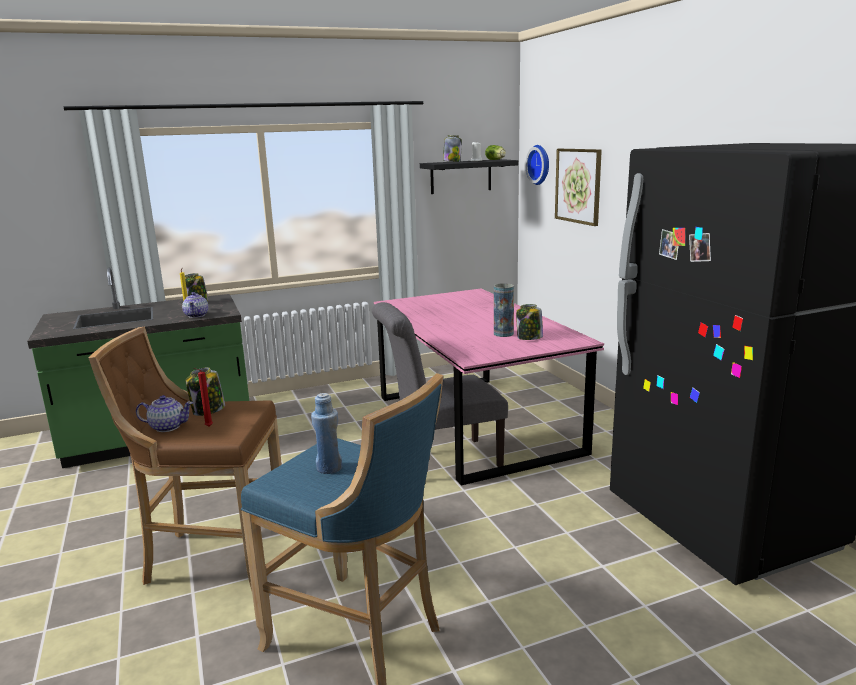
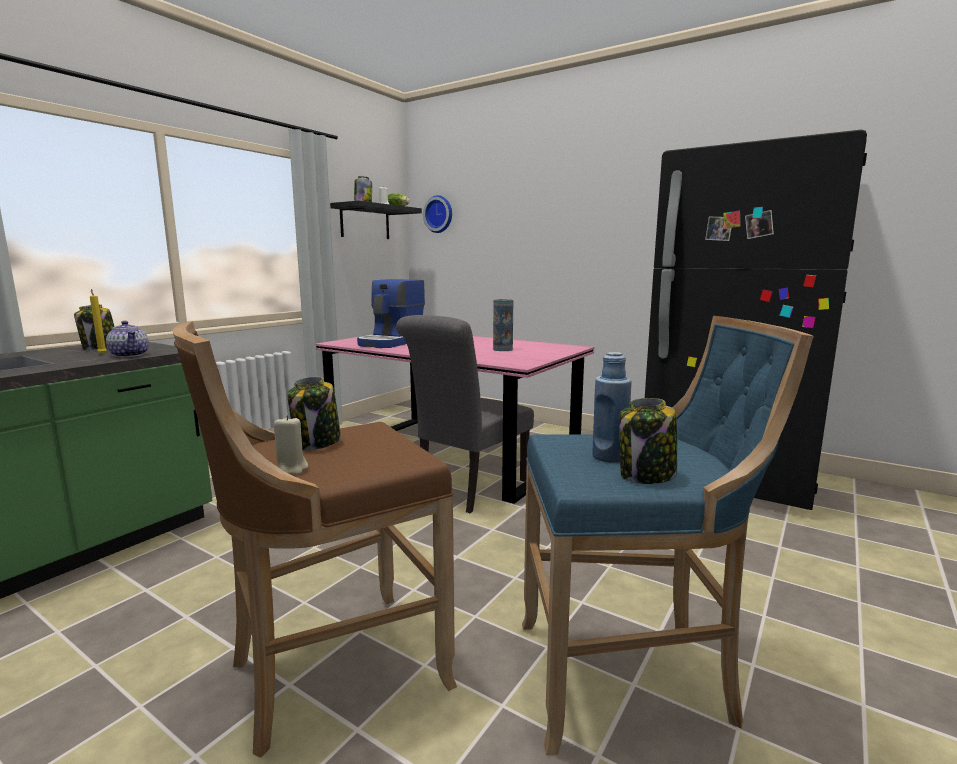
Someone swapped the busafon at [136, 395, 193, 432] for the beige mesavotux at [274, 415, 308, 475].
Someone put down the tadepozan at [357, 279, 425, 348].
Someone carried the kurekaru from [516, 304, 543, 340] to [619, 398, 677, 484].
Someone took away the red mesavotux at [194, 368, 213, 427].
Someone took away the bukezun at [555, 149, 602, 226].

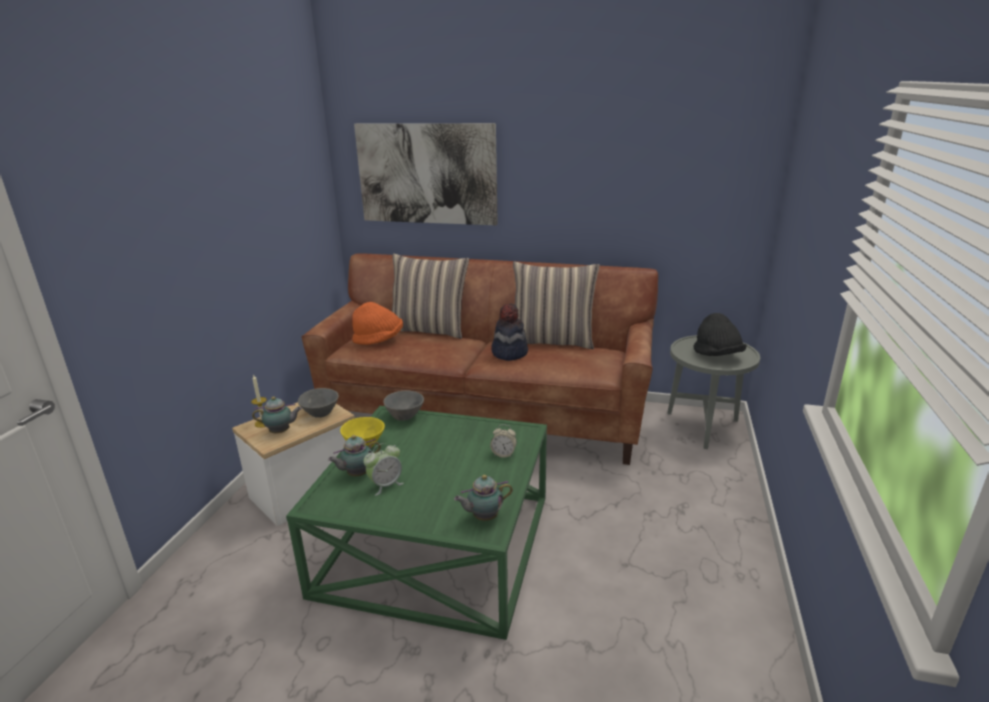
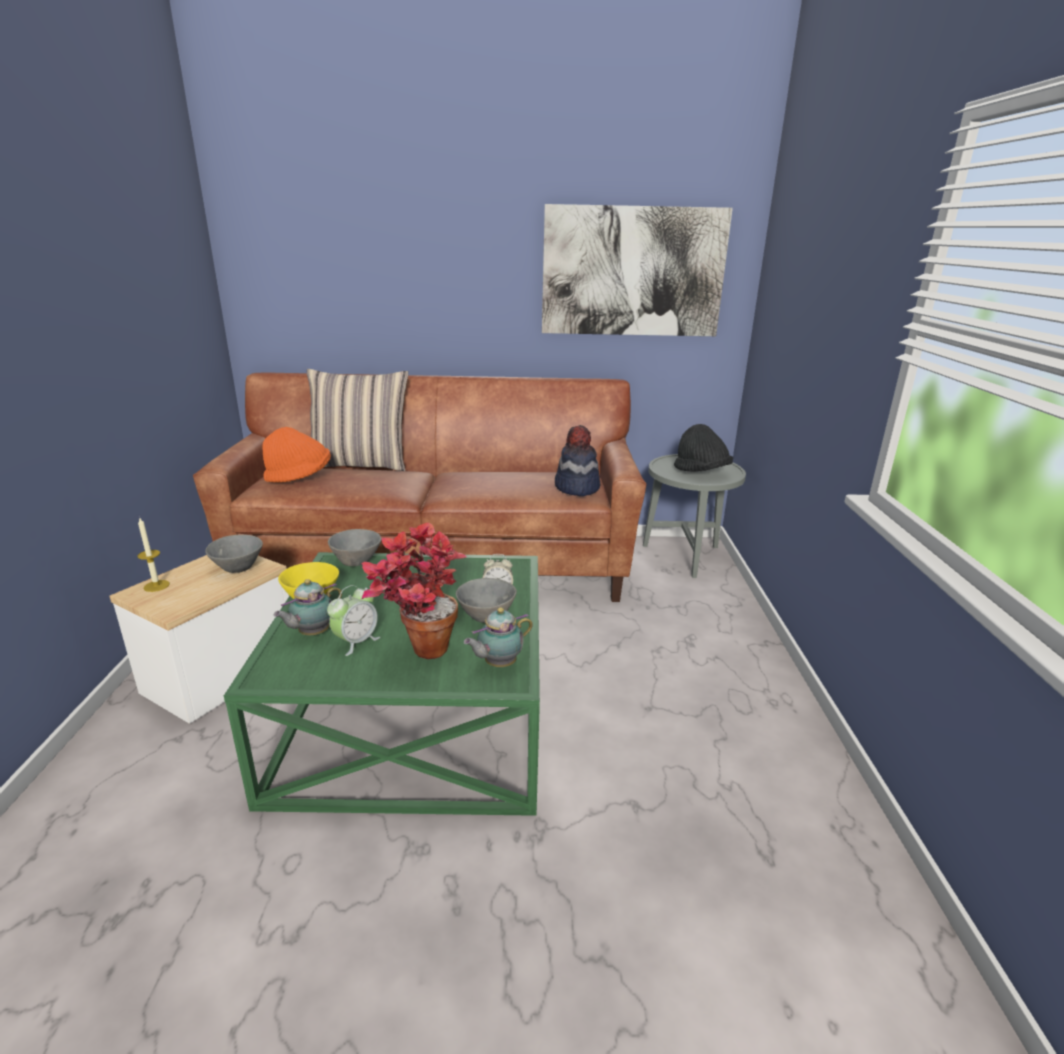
Someone put down the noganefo at [361, 523, 467, 659].
Someone put down the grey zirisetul at [456, 578, 517, 623].
Someone carried the bukezun from [354, 123, 498, 225] to [542, 204, 733, 336].
Someone carried the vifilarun from [491, 303, 528, 361] to [555, 425, 601, 496].
Someone took away the busafon at [252, 396, 302, 433].
Someone took away the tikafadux at [513, 262, 600, 349].

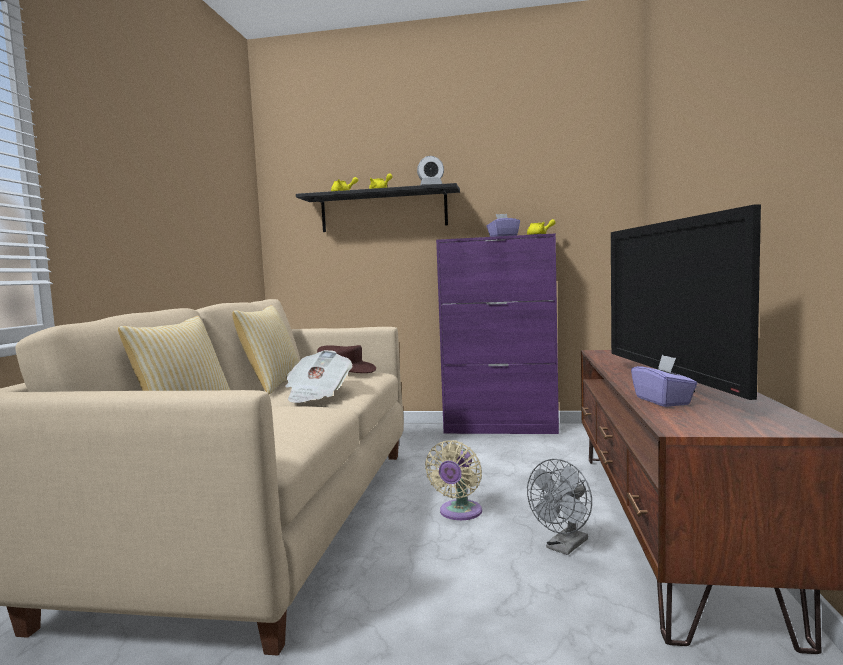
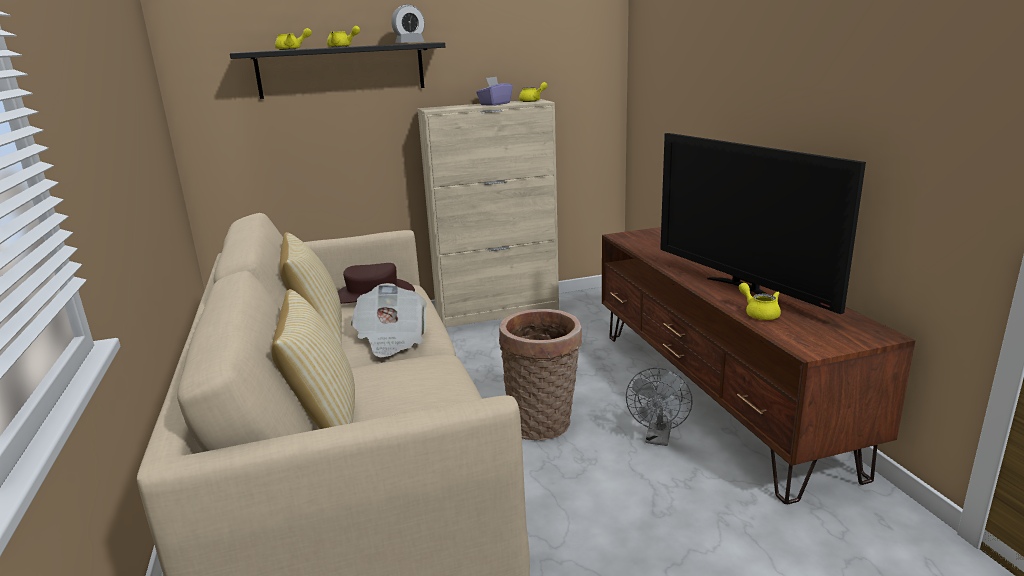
Someone repainted the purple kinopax at [436, 233, 559, 434], which became the beige kinopax at [417, 99, 559, 328].
Someone swapped the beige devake at [425, 440, 482, 520] for the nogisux at [499, 309, 582, 441].
Someone swapped the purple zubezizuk at [631, 355, 697, 407] for the yellow busafon at [739, 283, 781, 320].

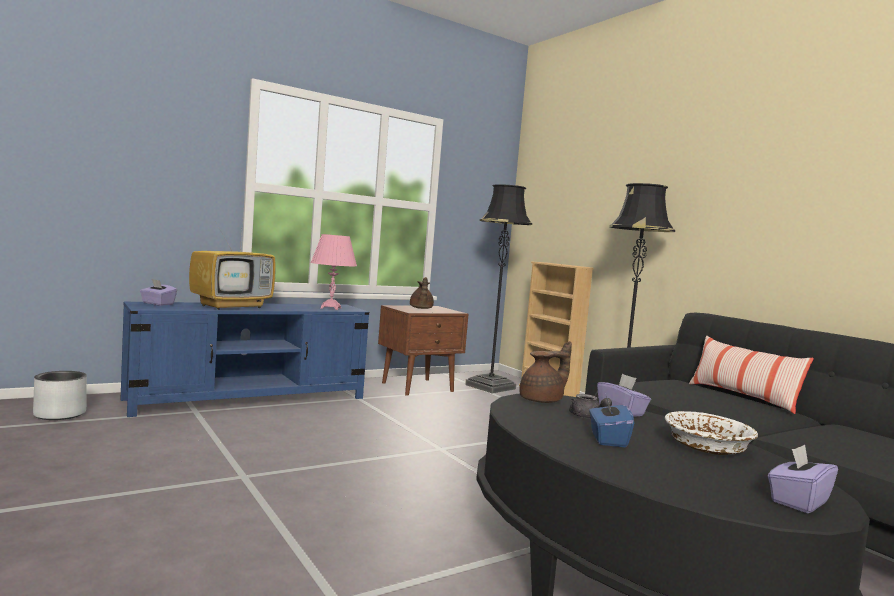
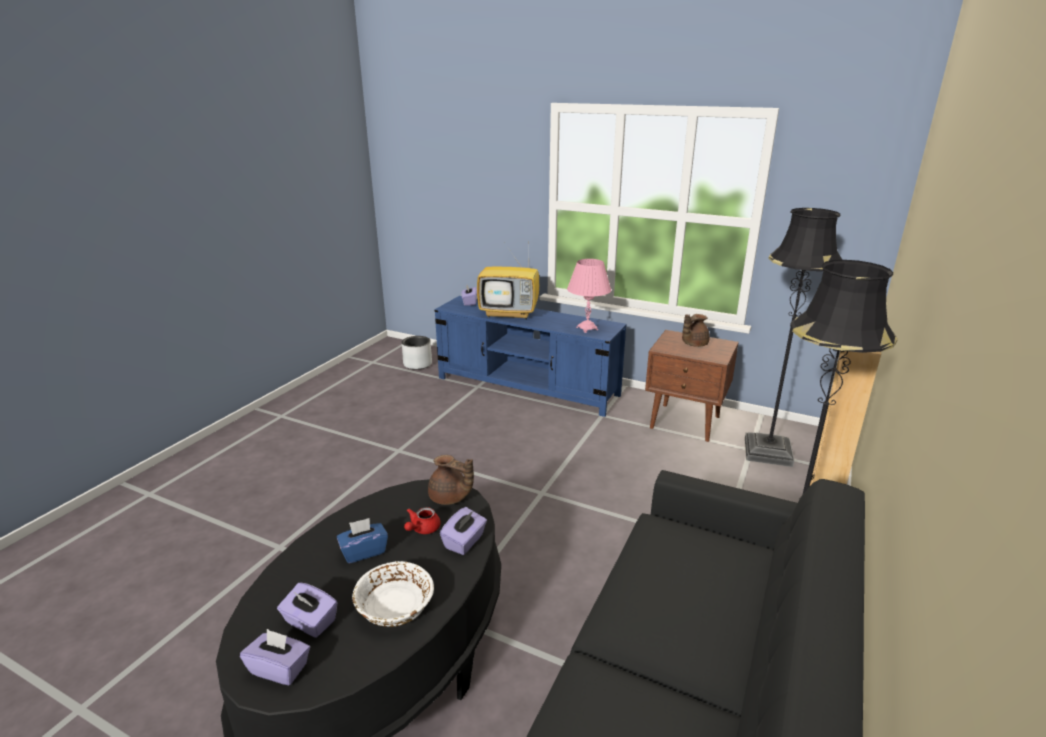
Someone put down the purple zubezizuk at [277, 583, 338, 638].
Someone repainted the grey busafon at [569, 394, 612, 418], which became the red busafon at [404, 507, 441, 534].
Someone took away the tikafadux at [689, 336, 814, 414].

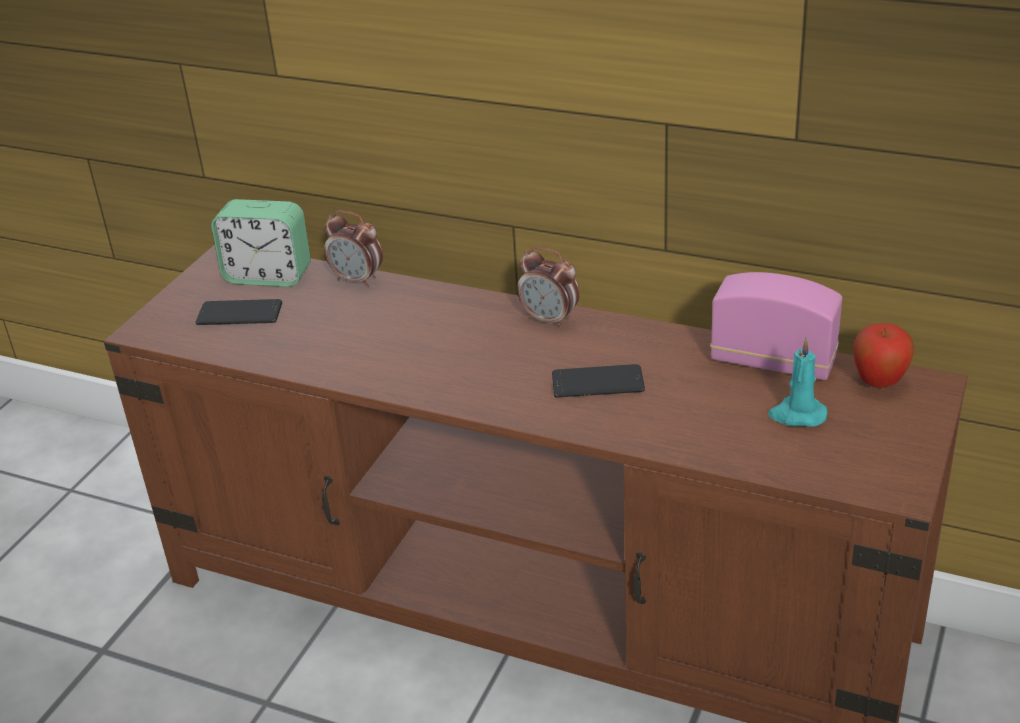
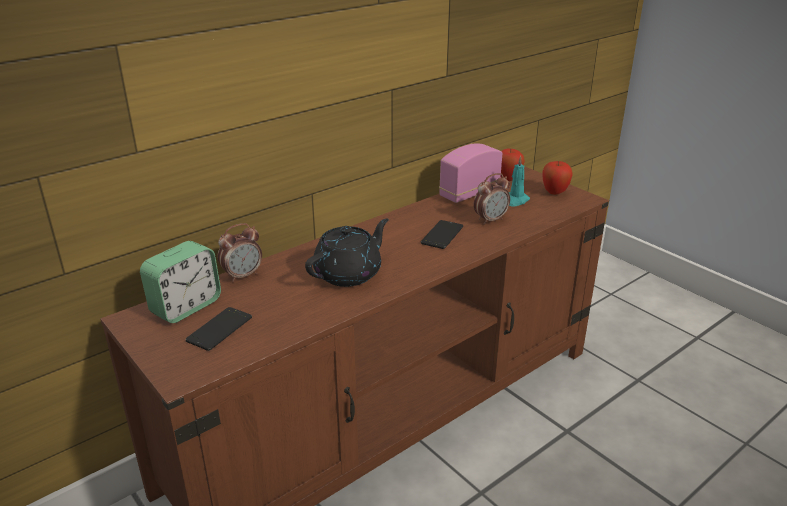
Someone put down the black busafon at [305, 219, 389, 287].
Someone carried the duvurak from [517, 246, 580, 329] to [473, 173, 510, 225].
Someone put down the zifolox at [542, 161, 573, 195].

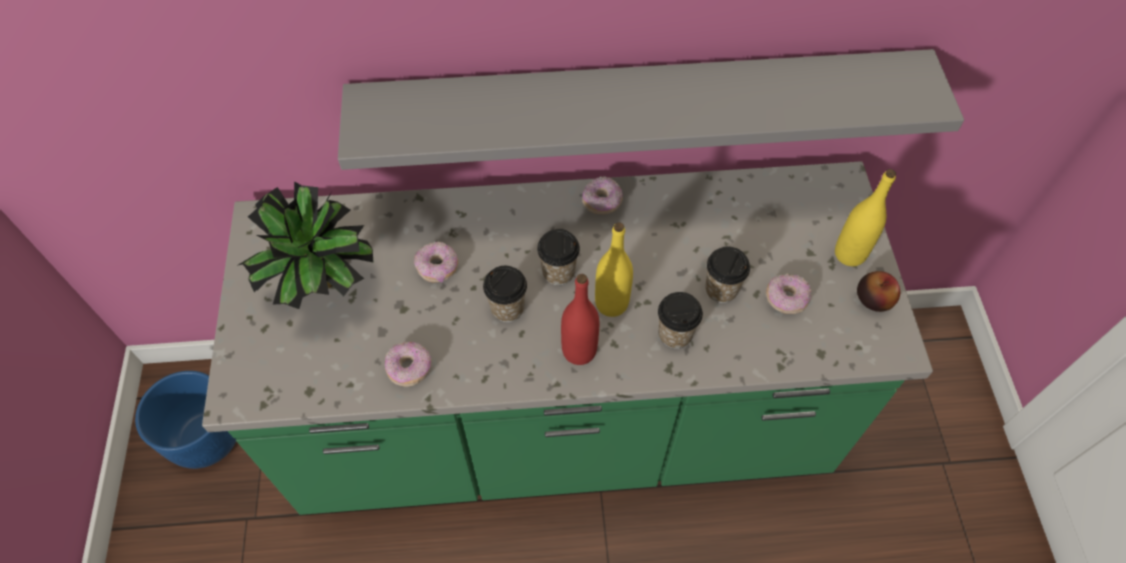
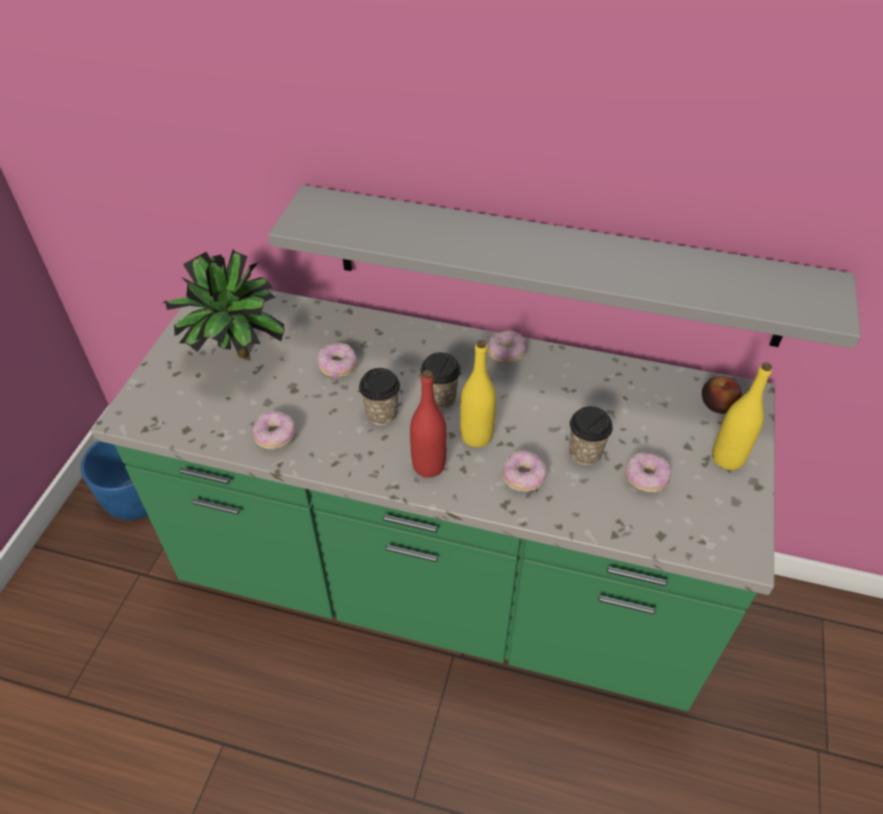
Someone swapped the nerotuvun at [658, 292, 703, 349] for the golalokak at [502, 450, 547, 492].
Someone carried the zifolox from [857, 271, 900, 312] to [702, 376, 742, 414].

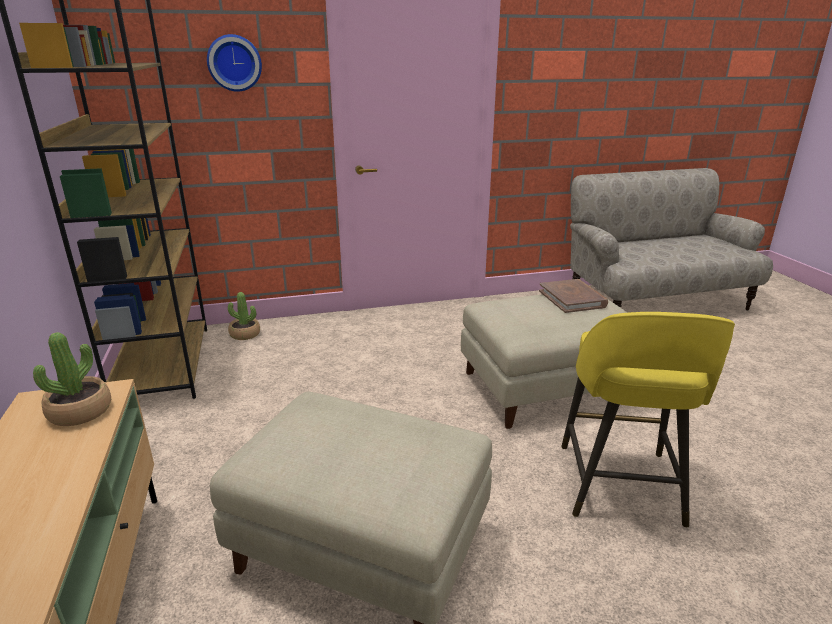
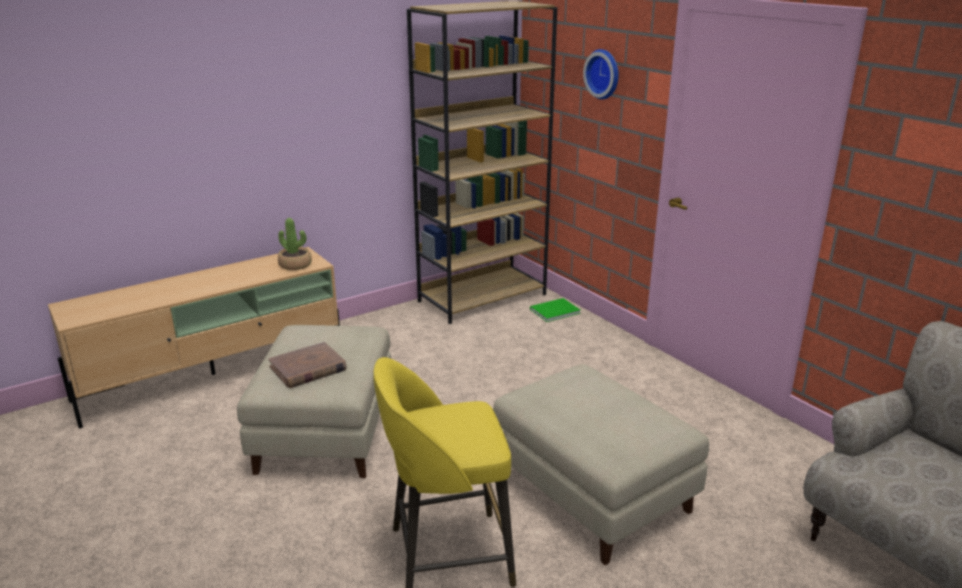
Someone carried the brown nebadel from [539, 279, 608, 313] to [269, 342, 347, 388].
Someone swapped the noganefo at [228, 292, 260, 340] for the green nebadel at [530, 298, 581, 322].

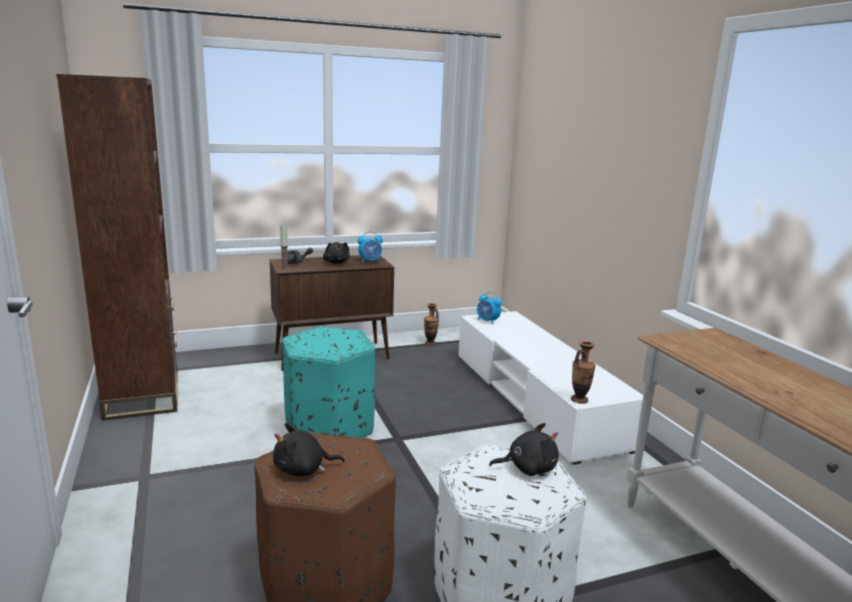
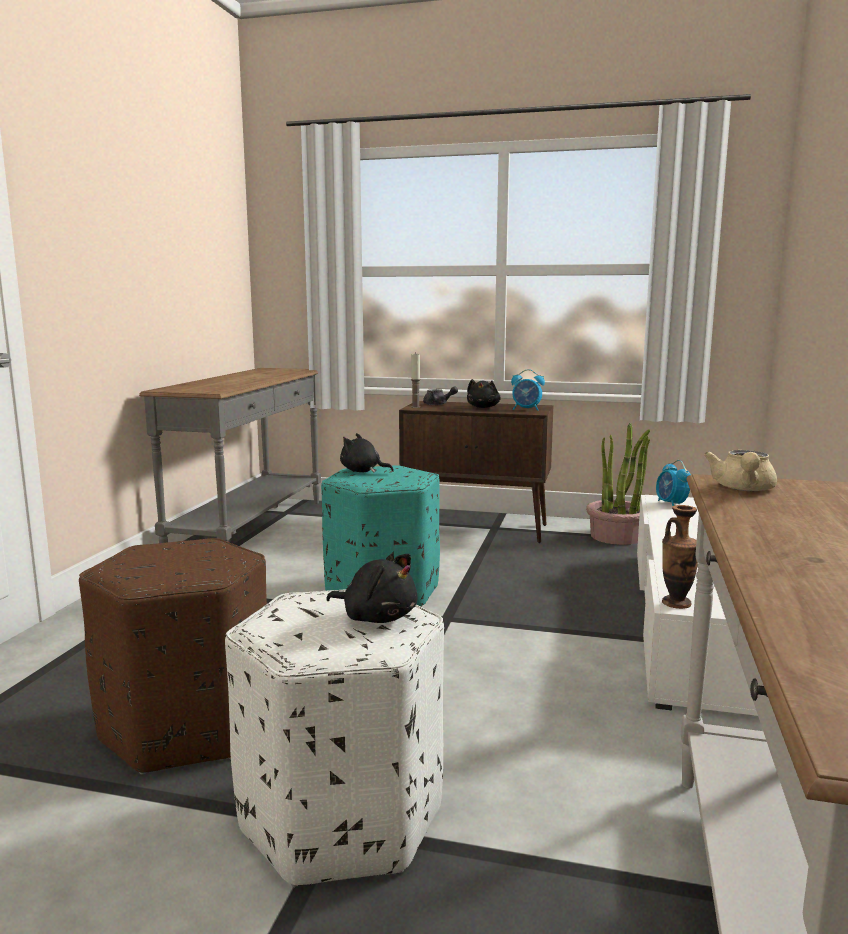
Someone swapped the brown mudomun at [56, 74, 178, 421] for the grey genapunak at [139, 368, 321, 543].
Someone carried the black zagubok from [273, 423, 345, 477] to [340, 433, 393, 473].
Someone swapped the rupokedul at [424, 303, 439, 346] for the noganefo at [586, 423, 650, 545].
Someone put down the beige busafon at [704, 450, 777, 491].

